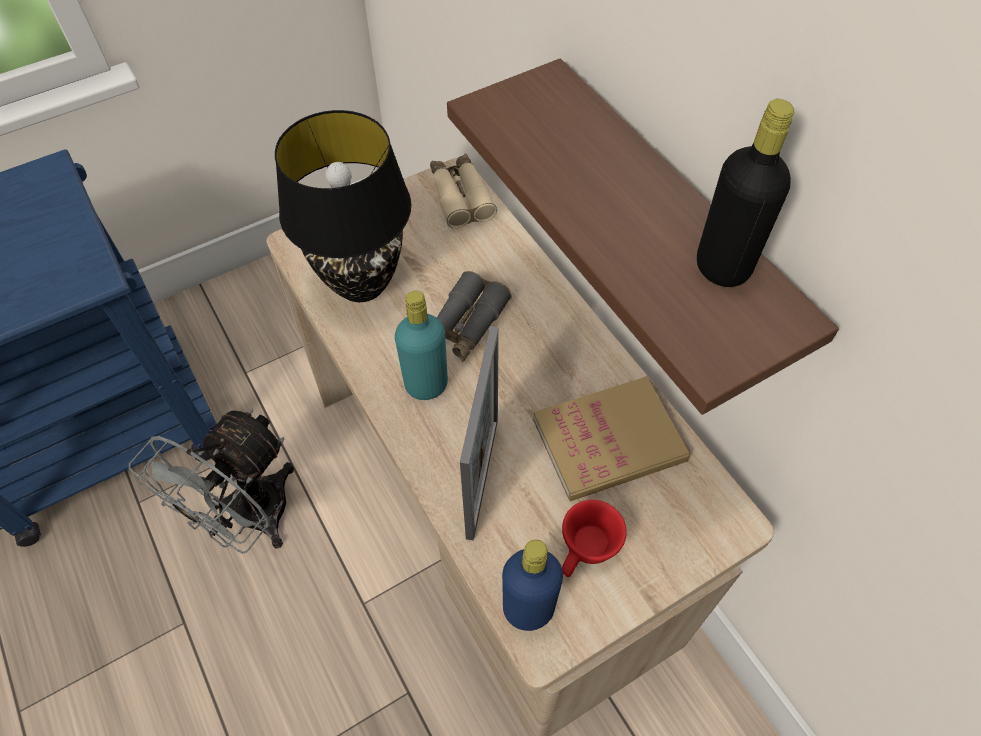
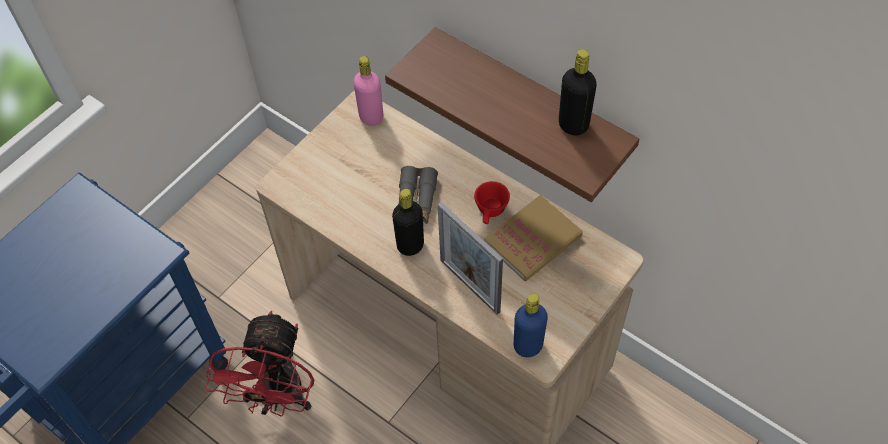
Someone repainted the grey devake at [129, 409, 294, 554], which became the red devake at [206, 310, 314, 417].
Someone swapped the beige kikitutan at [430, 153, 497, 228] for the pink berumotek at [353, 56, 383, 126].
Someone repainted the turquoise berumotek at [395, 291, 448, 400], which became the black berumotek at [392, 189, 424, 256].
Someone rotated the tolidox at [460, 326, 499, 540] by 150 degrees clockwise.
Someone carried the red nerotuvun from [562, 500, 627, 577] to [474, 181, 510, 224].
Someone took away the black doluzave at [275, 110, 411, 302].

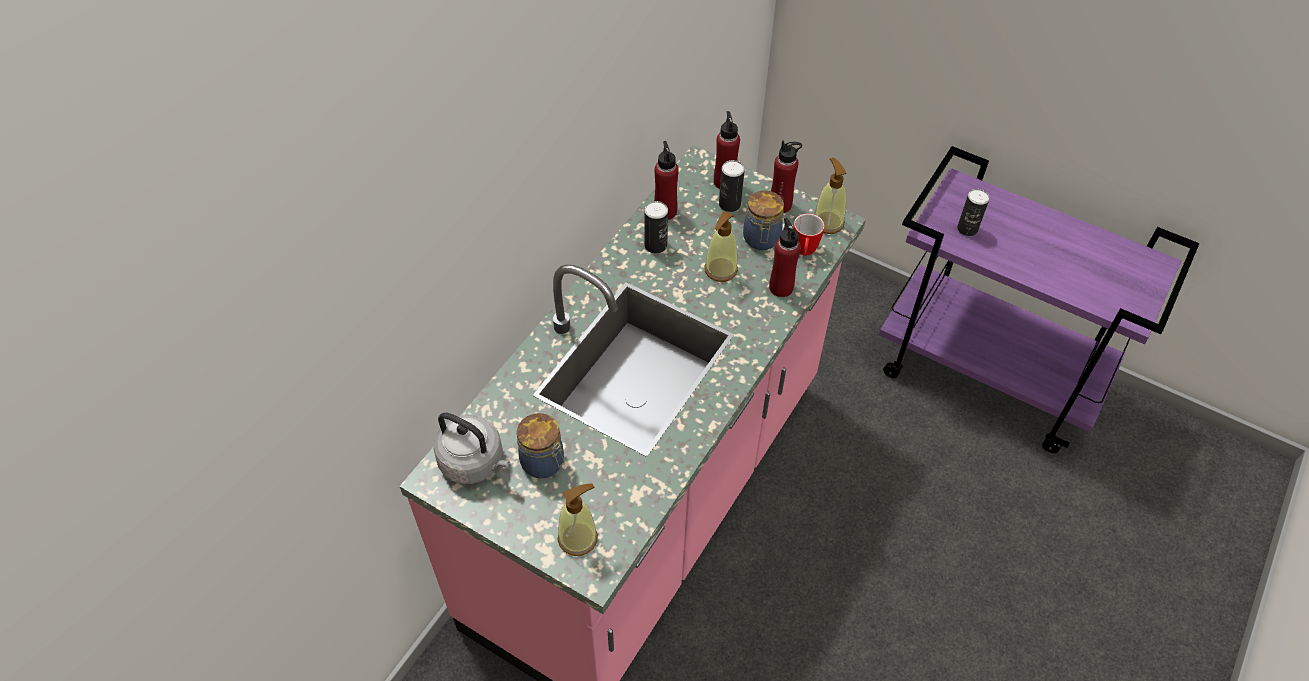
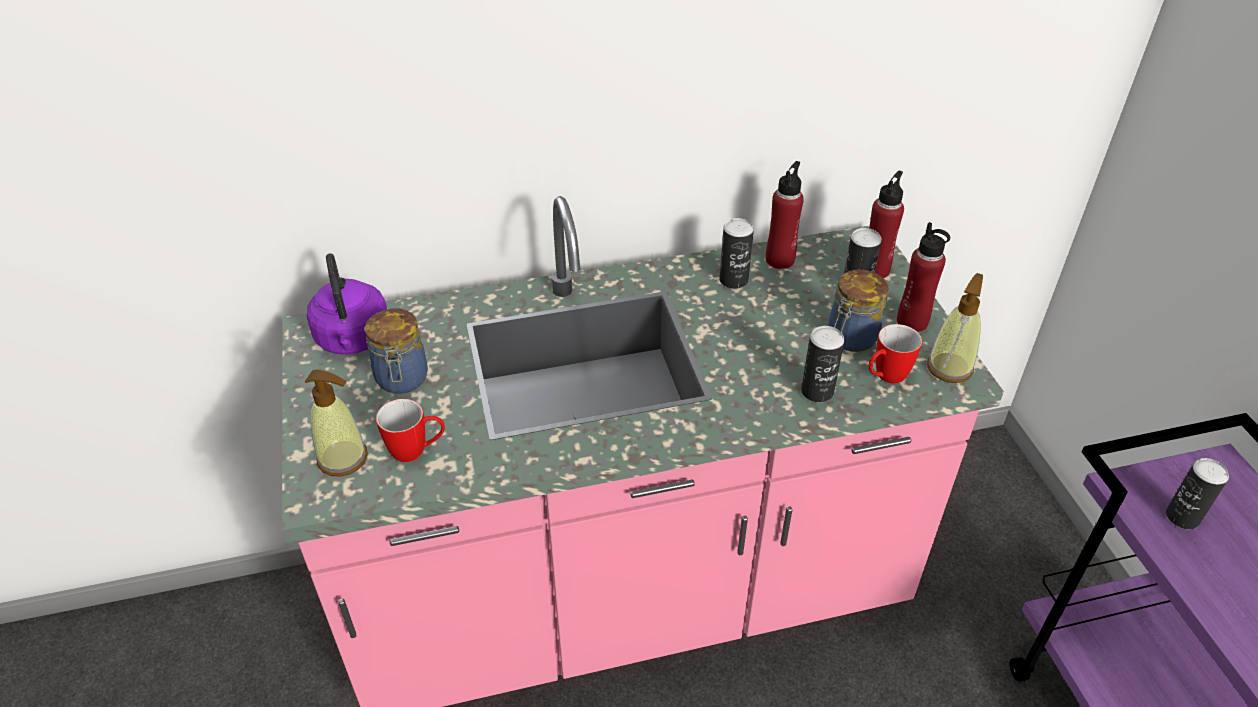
Someone repainted the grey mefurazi at [434, 412, 510, 484], which became the purple mefurazi at [307, 253, 387, 355].
Someone put down the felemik at [376, 399, 445, 462].
Someone swapped the red berumotek at [769, 218, 801, 297] for the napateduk at [801, 326, 844, 403].
Someone took away the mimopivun at [704, 211, 738, 282].

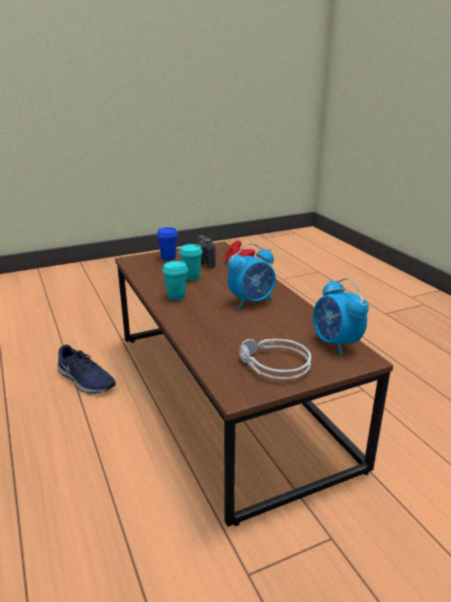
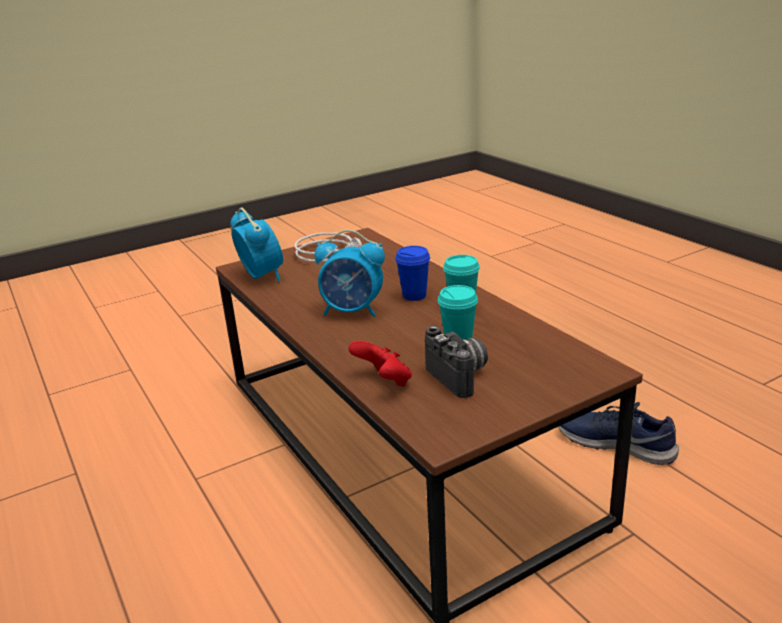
Someone rotated the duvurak at [228, 243, 276, 308] by 135 degrees counterclockwise.
Someone carried the blue nerotuvun from [157, 227, 178, 261] to [395, 246, 430, 301].

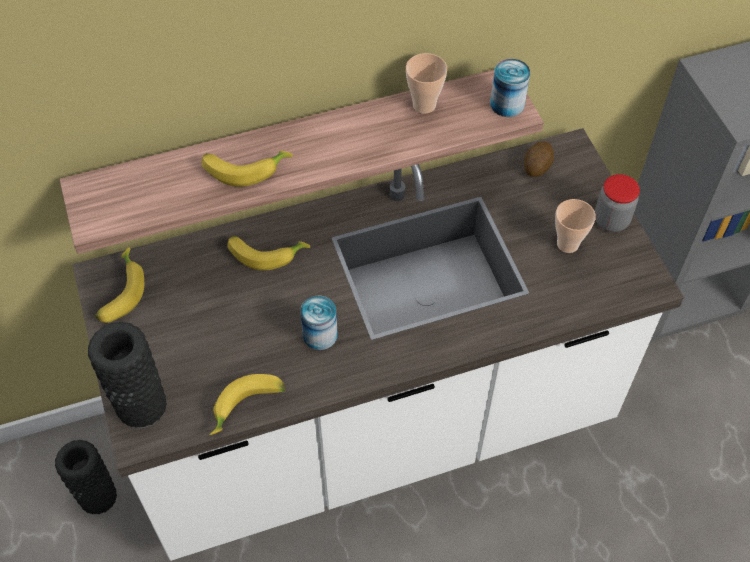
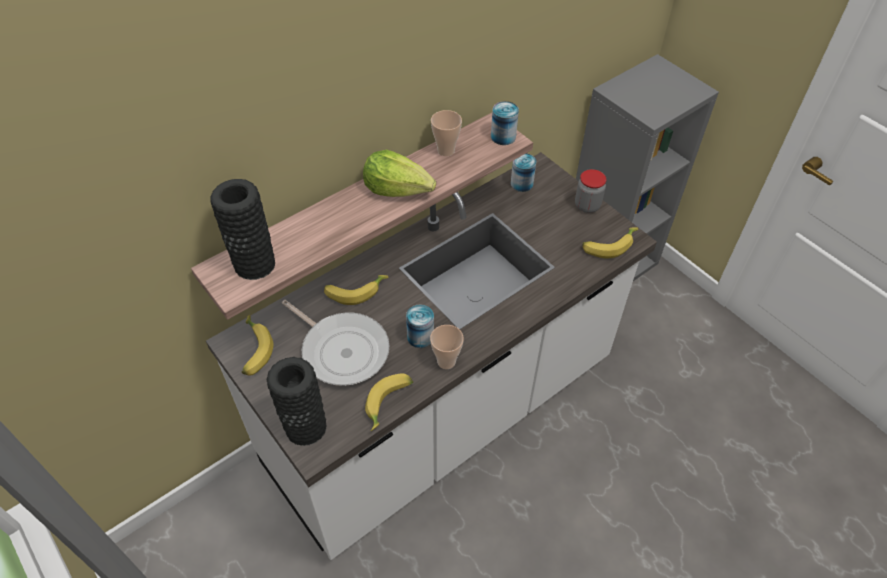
Someone carried the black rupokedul from [55, 440, 117, 515] to [210, 179, 275, 280].
Someone put down the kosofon at [282, 300, 389, 386].
Someone put down the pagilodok at [363, 149, 436, 197].
Someone carried the nerotuvun from [555, 199, 596, 253] to [430, 325, 464, 369].
Someone swapped the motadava at [524, 141, 554, 177] for the napateduk at [511, 153, 536, 192].
Someone carried the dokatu from [201, 151, 293, 187] to [582, 227, 638, 258].

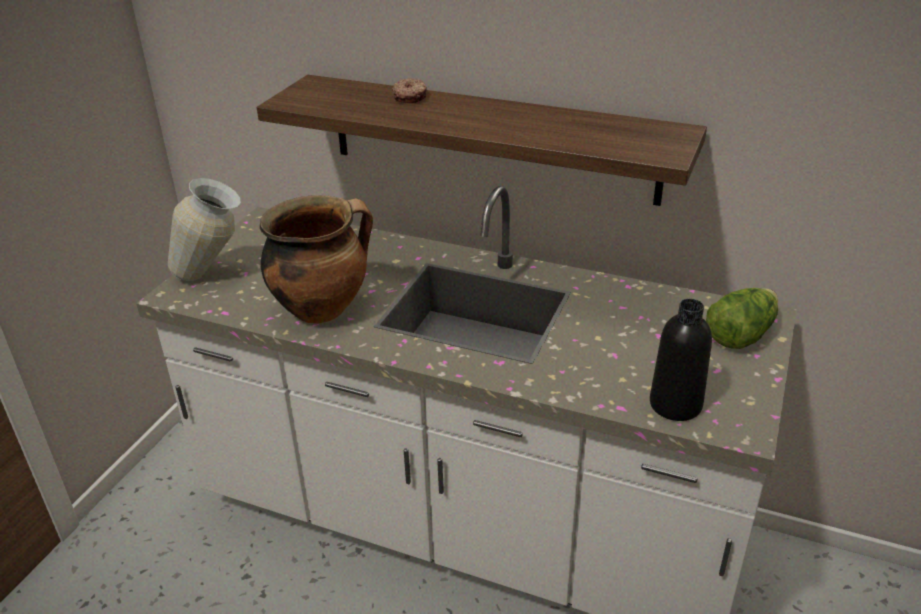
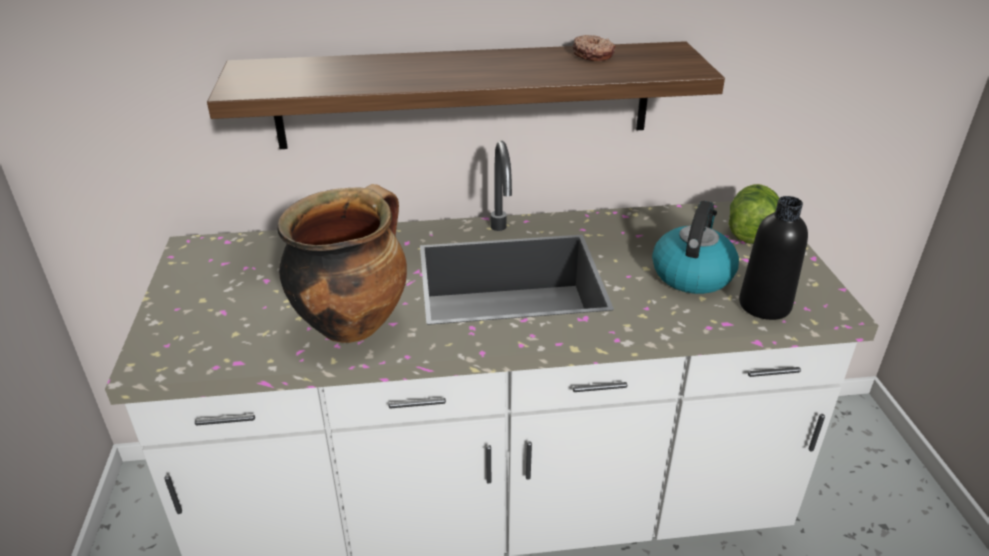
Someone carried the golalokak from [392, 78, 427, 103] to [573, 35, 615, 61].
Someone put down the mefurazi at [652, 201, 739, 294].
Someone took away the rupokedul at [168, 178, 241, 281].

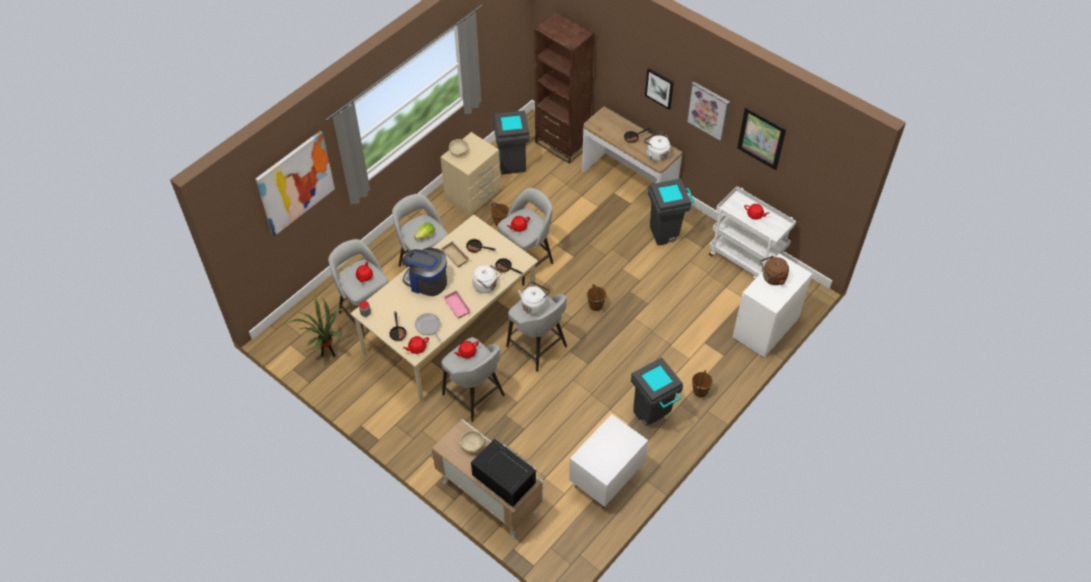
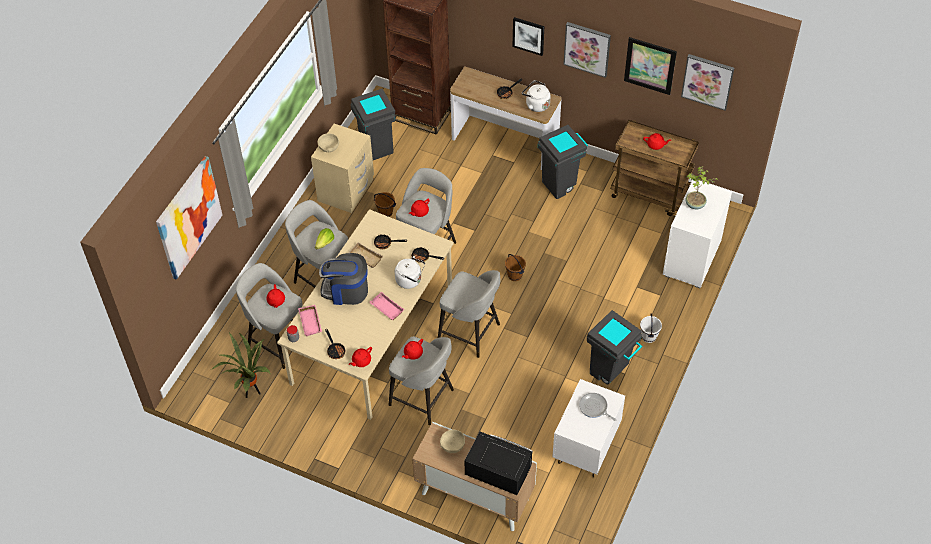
Someone put down the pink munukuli at [298, 305, 322, 336].
Someone carried the kosofon from [415, 313, 441, 342] to [579, 393, 616, 421].
Someone repainted the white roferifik at [709, 186, 796, 279], which became the brown roferifik at [611, 120, 699, 216].
Someone repainted the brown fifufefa at [692, 370, 713, 397], which became the white fifufefa at [640, 314, 662, 343].
Someone put up the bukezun at [681, 54, 734, 111].
Someone swapped the brown mefurazi at [760, 256, 789, 285] for the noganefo at [686, 166, 718, 209].
Someone took away the white mefurazi at [518, 281, 550, 315].

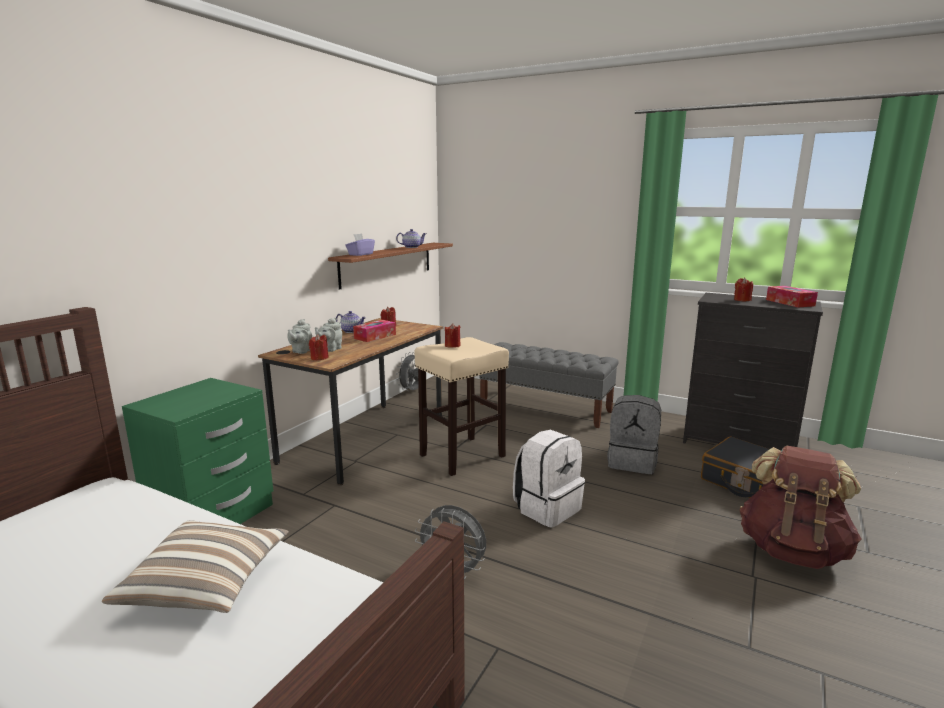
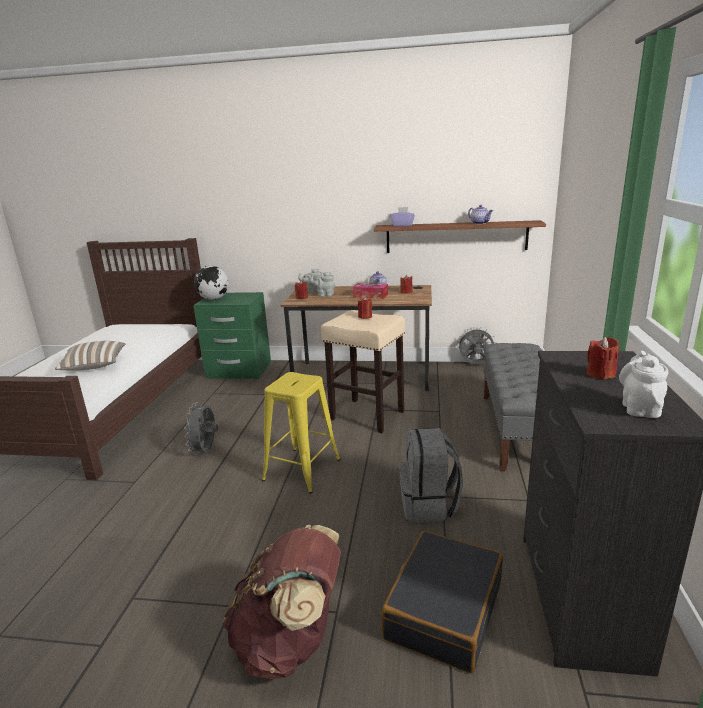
Someone put down the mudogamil at [194, 266, 229, 300].
Someone swapped the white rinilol at [513, 429, 585, 528] for the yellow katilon at [262, 372, 341, 494].
Someone swapped the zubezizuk at [766, 286, 818, 307] for the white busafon at [619, 351, 668, 418].

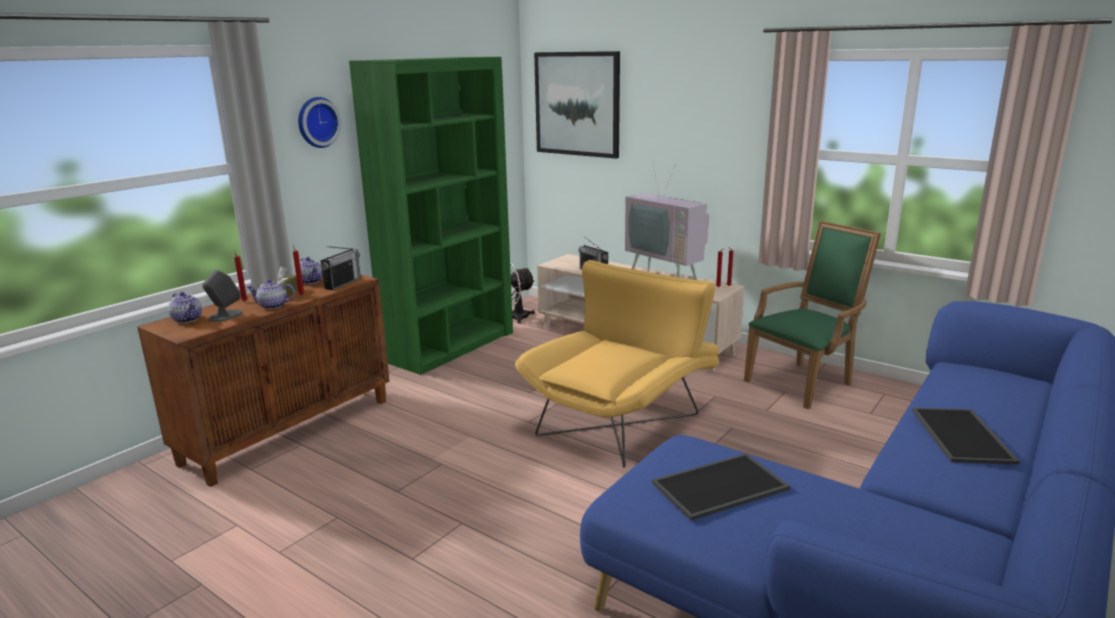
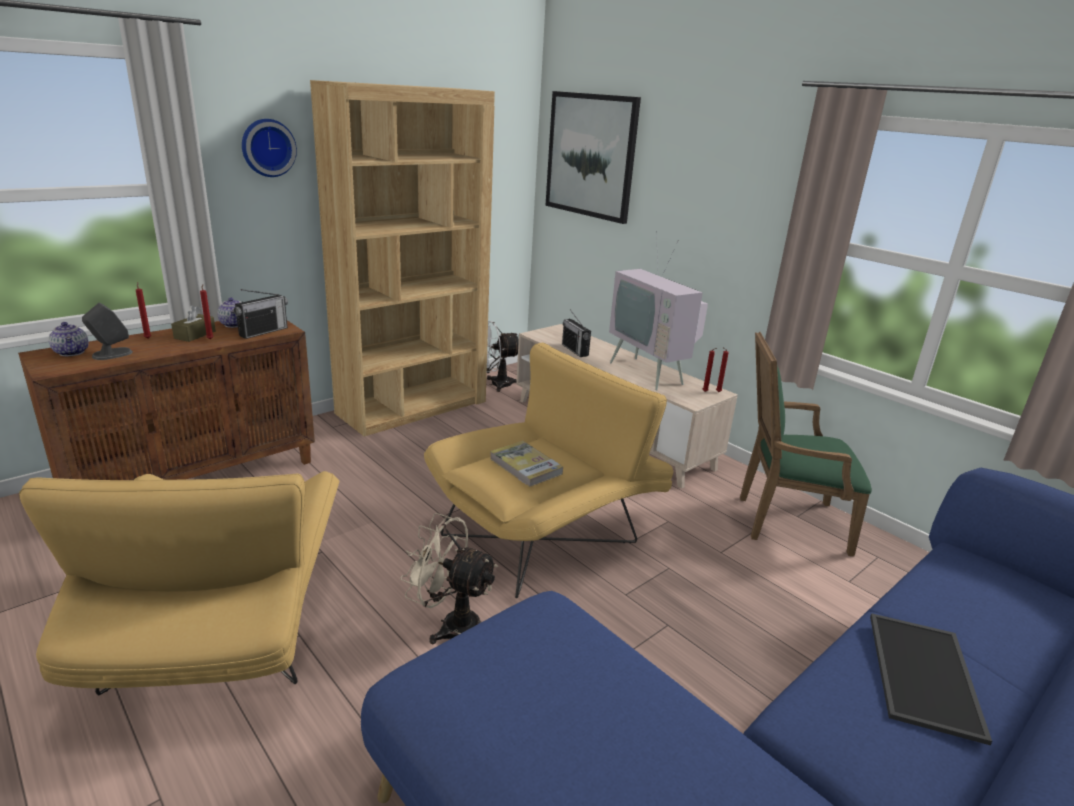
Someone put down the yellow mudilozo at [19, 471, 339, 695].
Someone repainted the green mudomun at [349, 57, 513, 375], which became the brown mudomun at [310, 80, 495, 436].
Someone put down the beige devake at [400, 513, 498, 644].
Someone put down the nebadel at [490, 441, 563, 487].
Someone rotated the green mudilozo at [744, 221, 881, 409] by 150 degrees counterclockwise.
Someone took away the busafon at [247, 279, 295, 309].
Someone took away the munukuli at [652, 453, 790, 521].

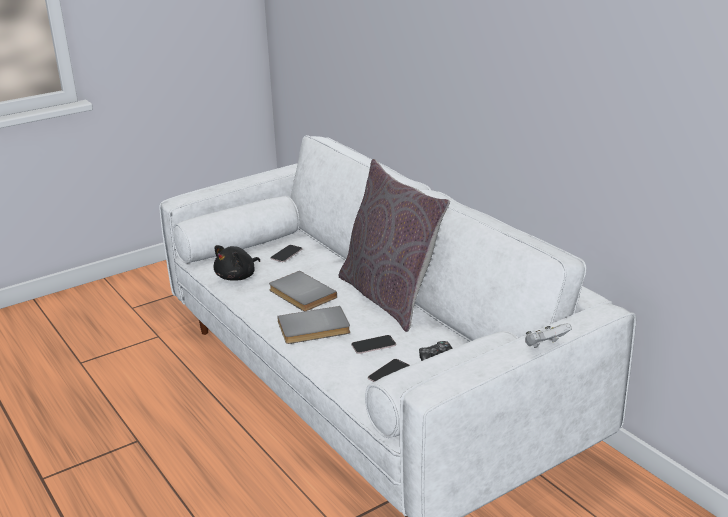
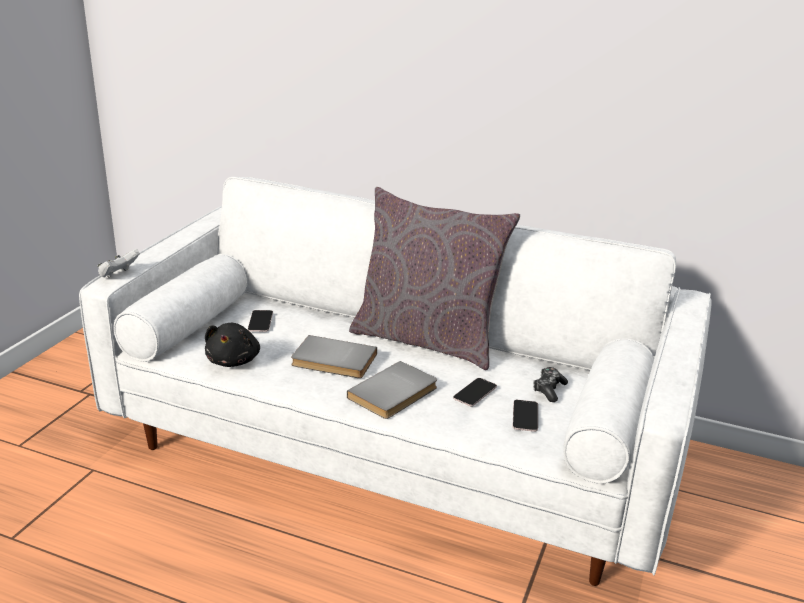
Someone carried the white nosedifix from [525, 323, 572, 348] to [98, 249, 140, 278].

